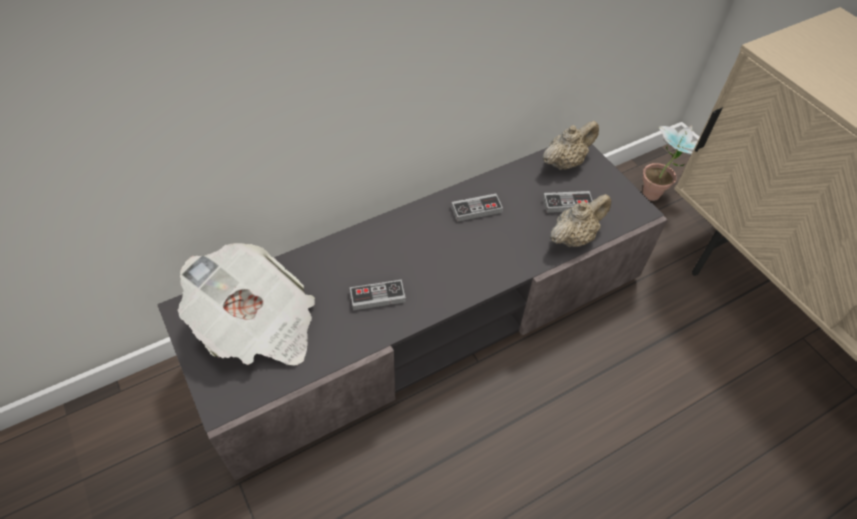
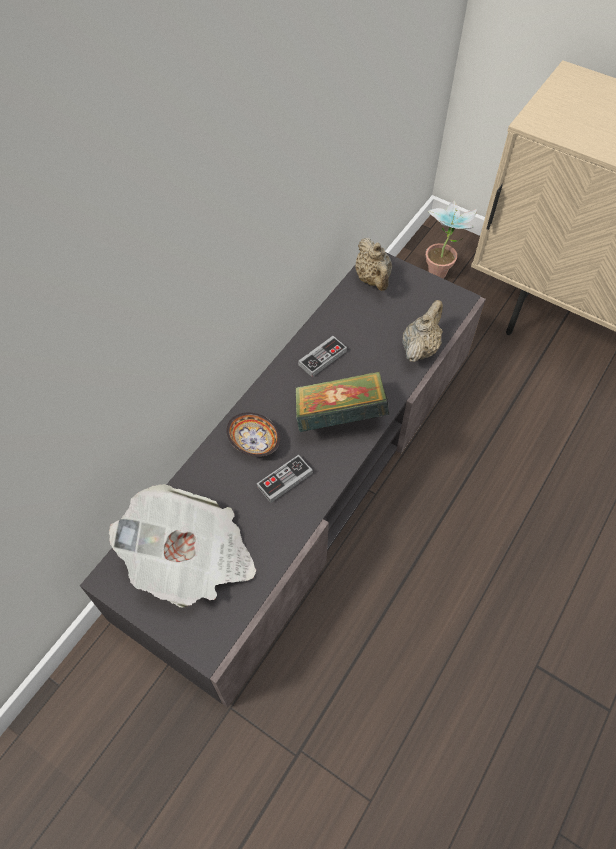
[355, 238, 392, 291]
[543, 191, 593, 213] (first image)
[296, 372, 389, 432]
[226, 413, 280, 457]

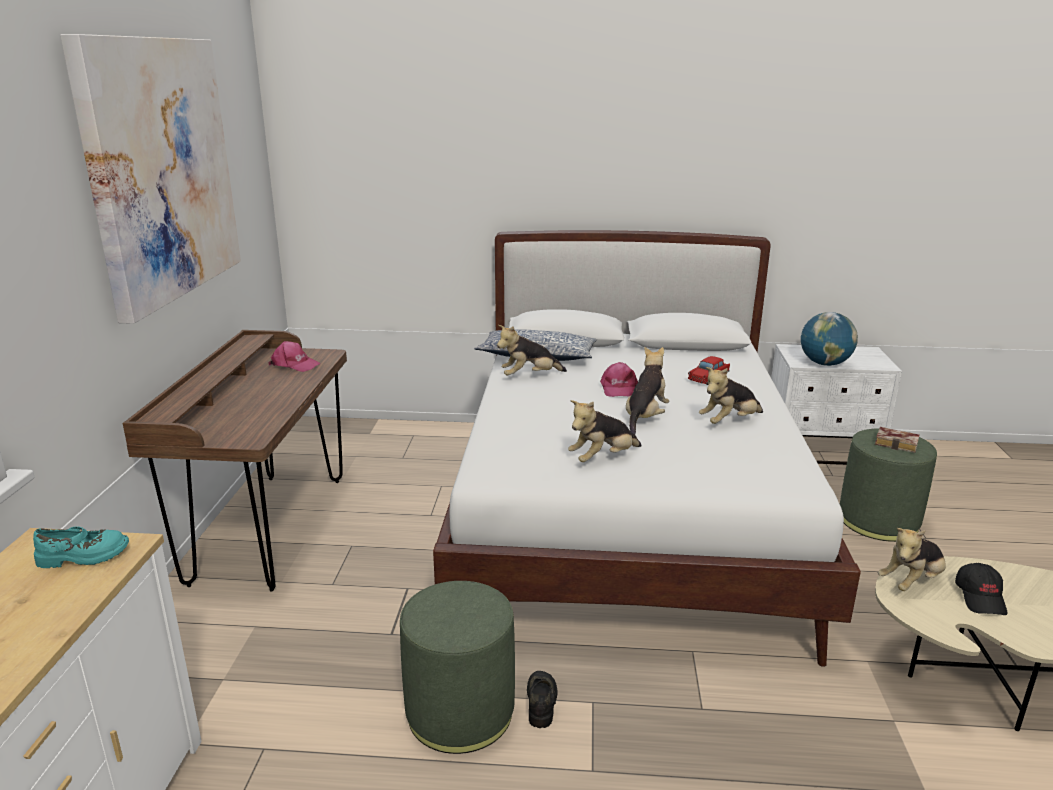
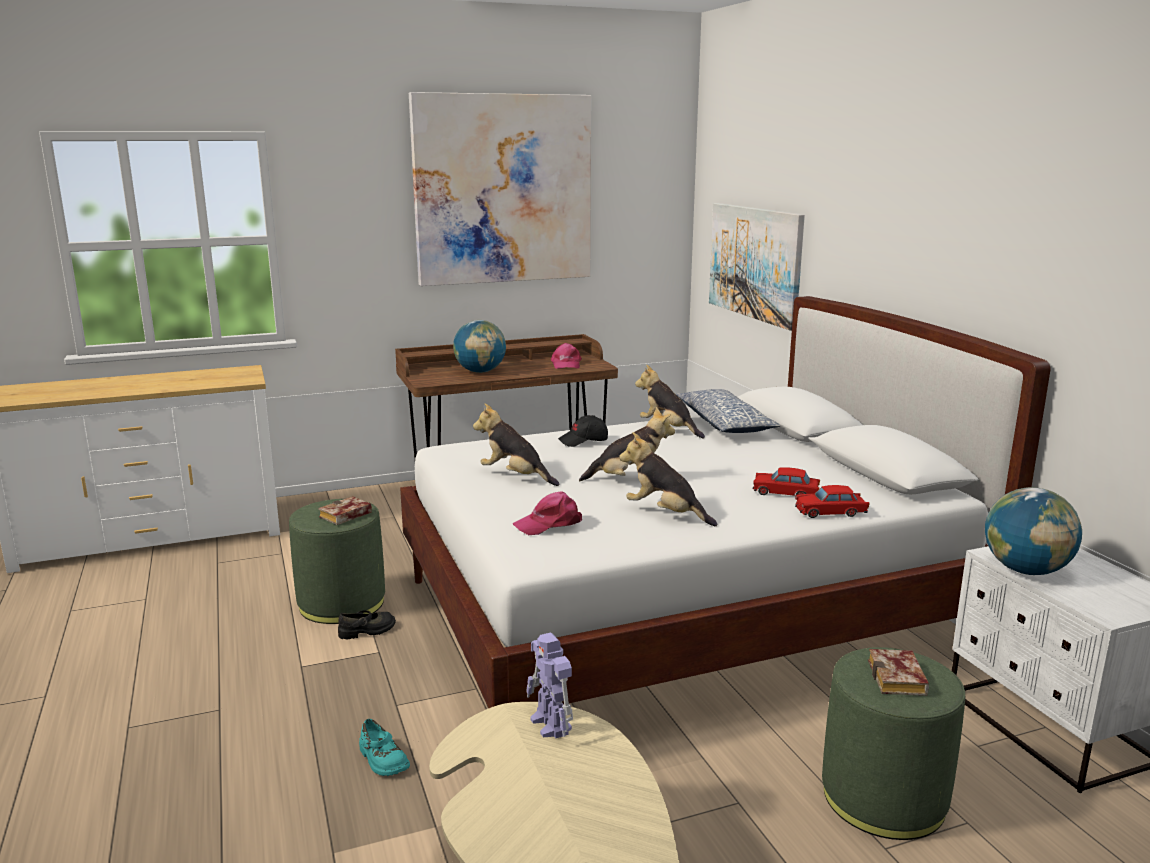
[512, 492, 582, 535]
[359, 719, 410, 776]
[526, 632, 573, 738]
[558, 415, 608, 447]
[709, 203, 805, 331]
[453, 320, 506, 373]
[795, 485, 869, 518]
[318, 496, 372, 525]

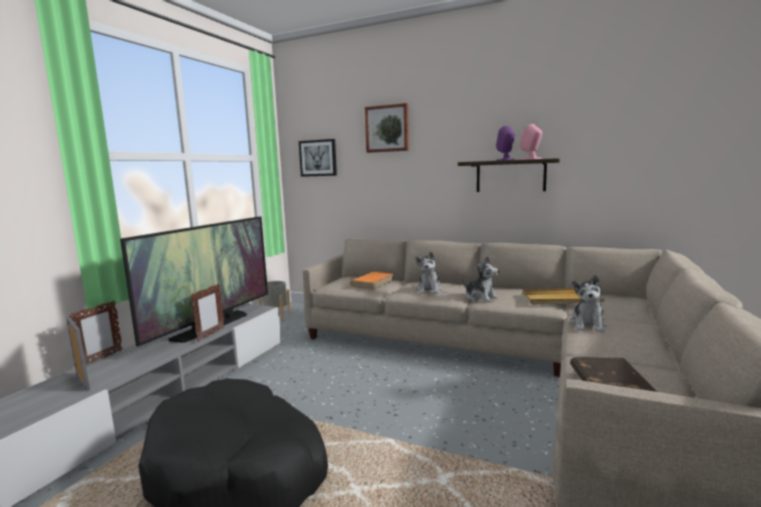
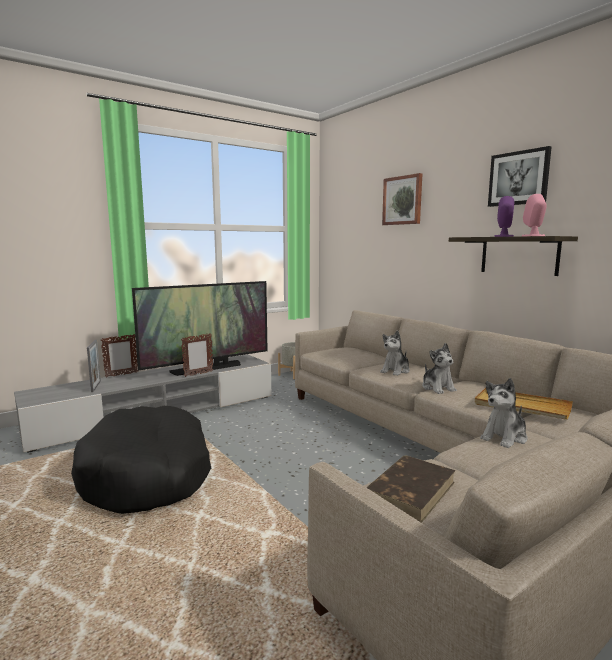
[488, 146, 552, 207]
[350, 272, 393, 289] (first image)

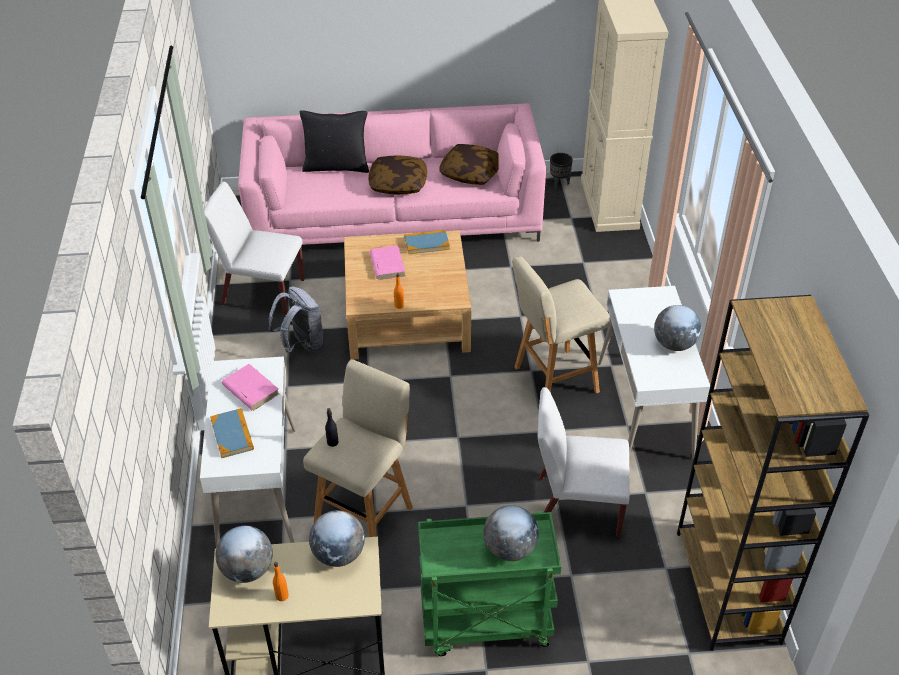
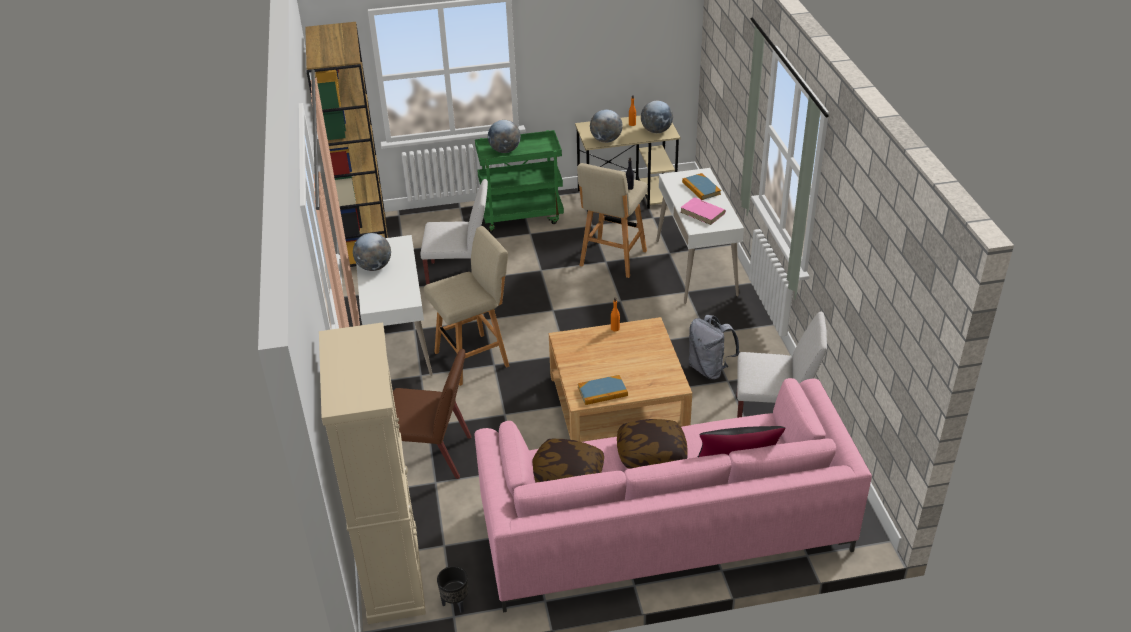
[370, 245, 405, 280] (first image)
[393, 349, 472, 479]

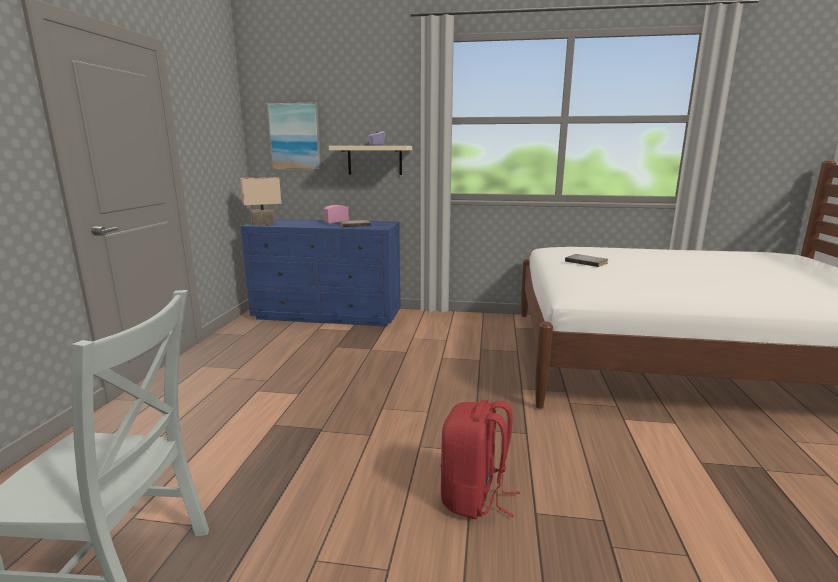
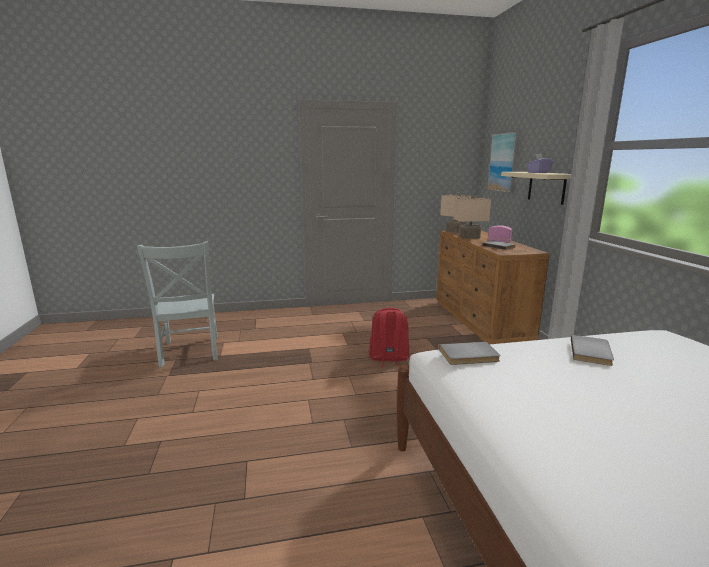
[436, 230, 550, 344]
[369, 308, 409, 368]
[454, 195, 491, 239]
[439, 342, 500, 365]

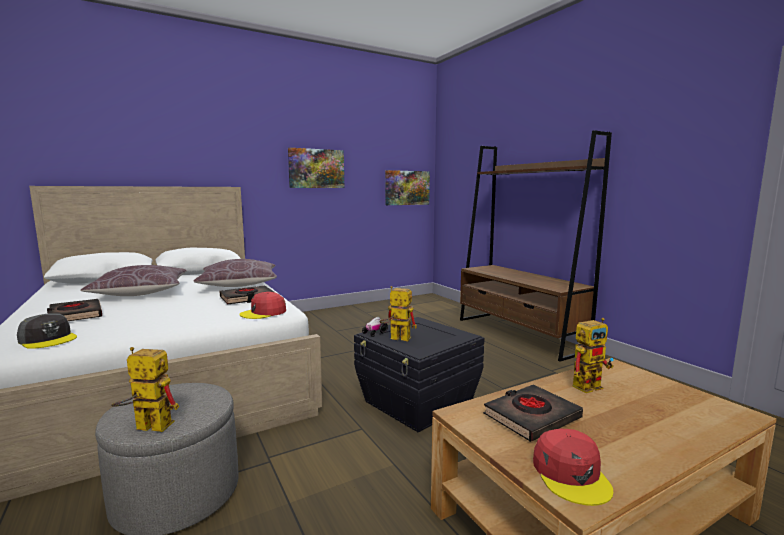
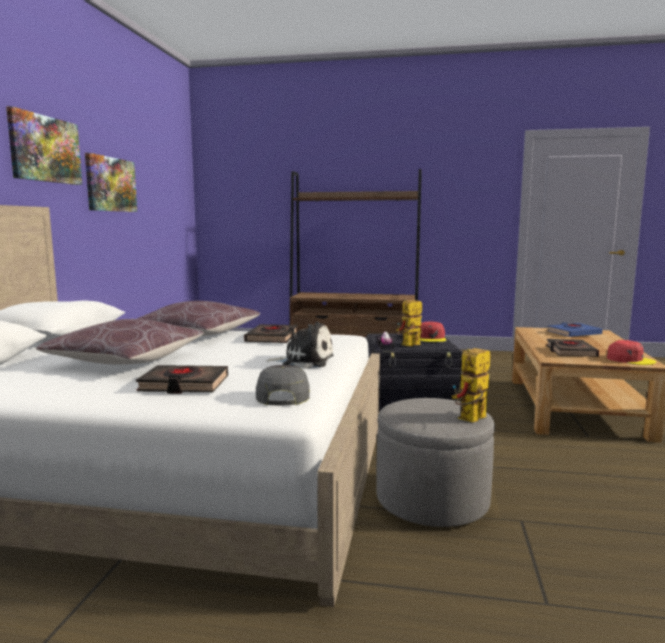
[6, 106, 82, 185]
[418, 321, 446, 342]
[256, 365, 310, 405]
[572, 318, 614, 393] (first image)
[266, 322, 334, 369]
[547, 322, 603, 337]

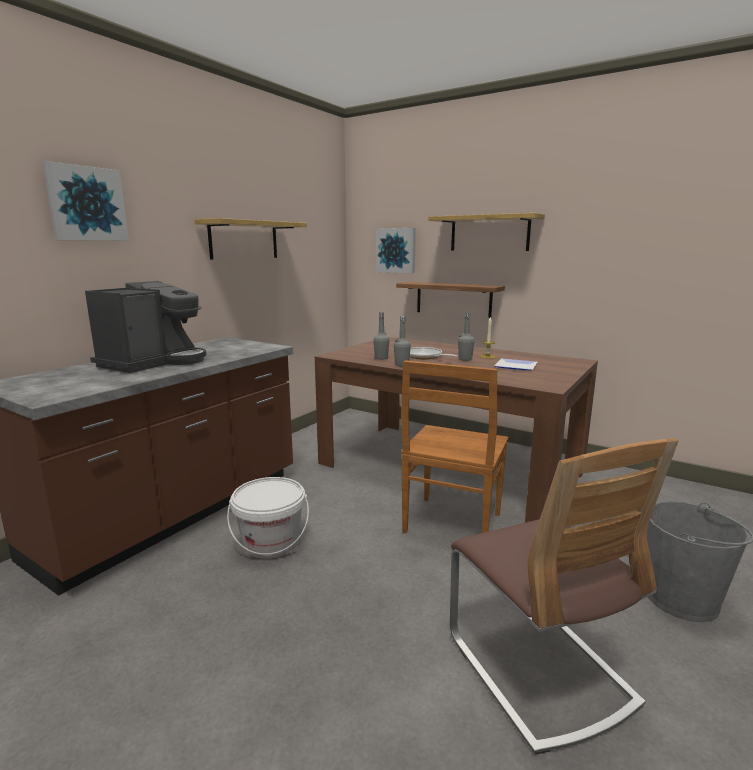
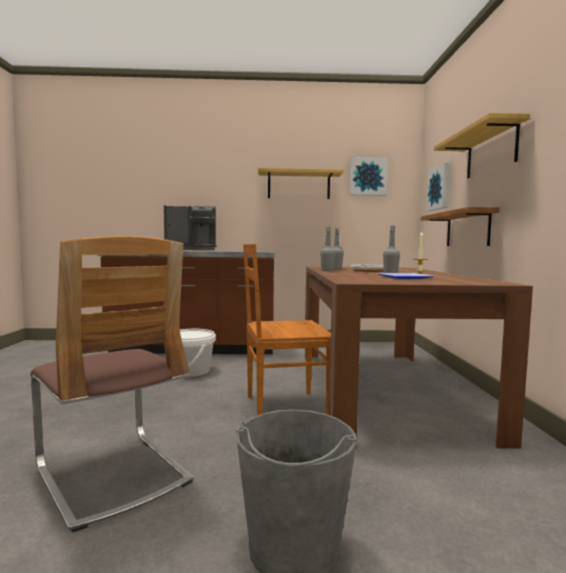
[349, 157, 388, 196]
[30, 236, 194, 532]

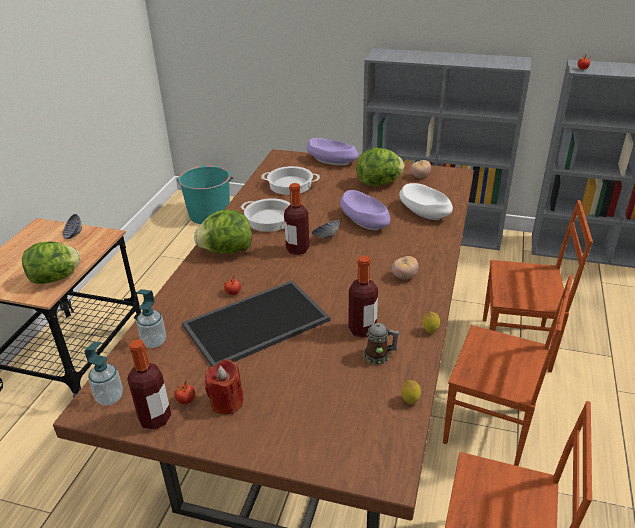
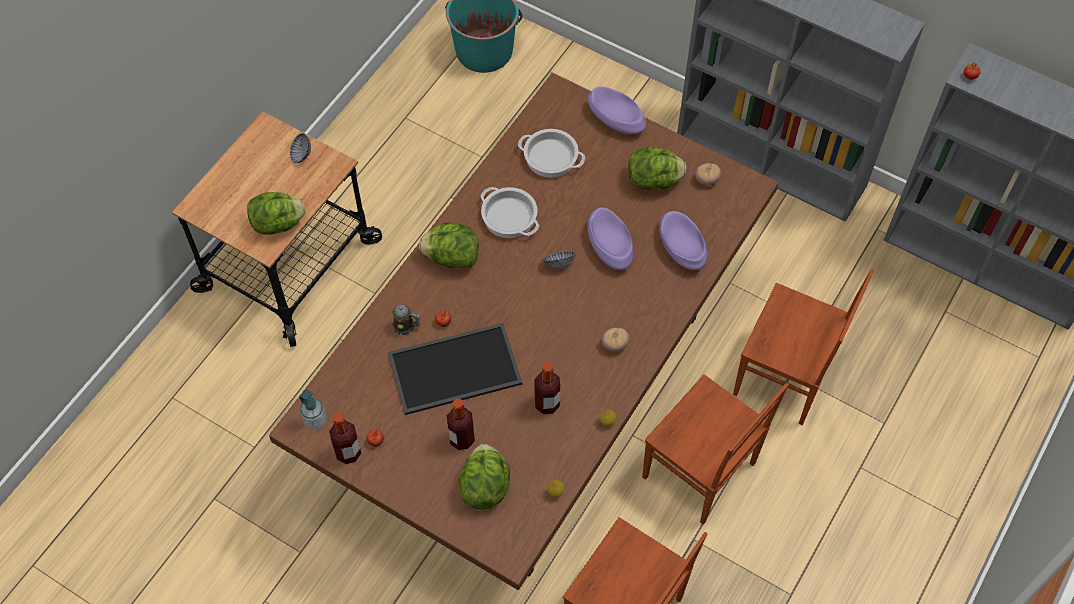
[447, 398, 475, 450]
[659, 211, 707, 270]
[136, 289, 166, 348] (first image)
[392, 304, 420, 335]
[205, 359, 243, 415] (first image)
[459, 444, 510, 509]

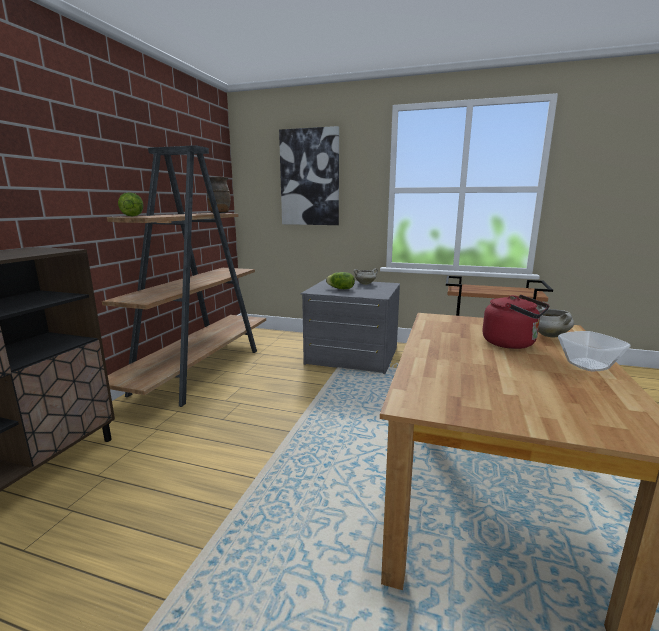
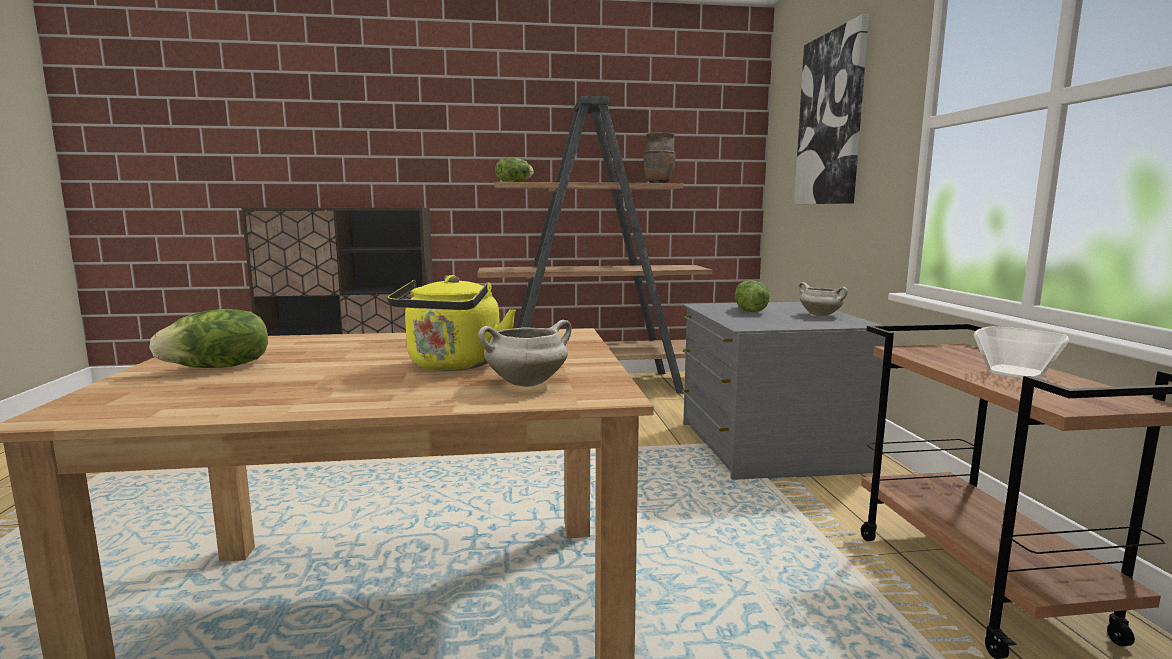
[387, 275, 516, 371]
[974, 326, 1069, 378]
[149, 309, 268, 368]

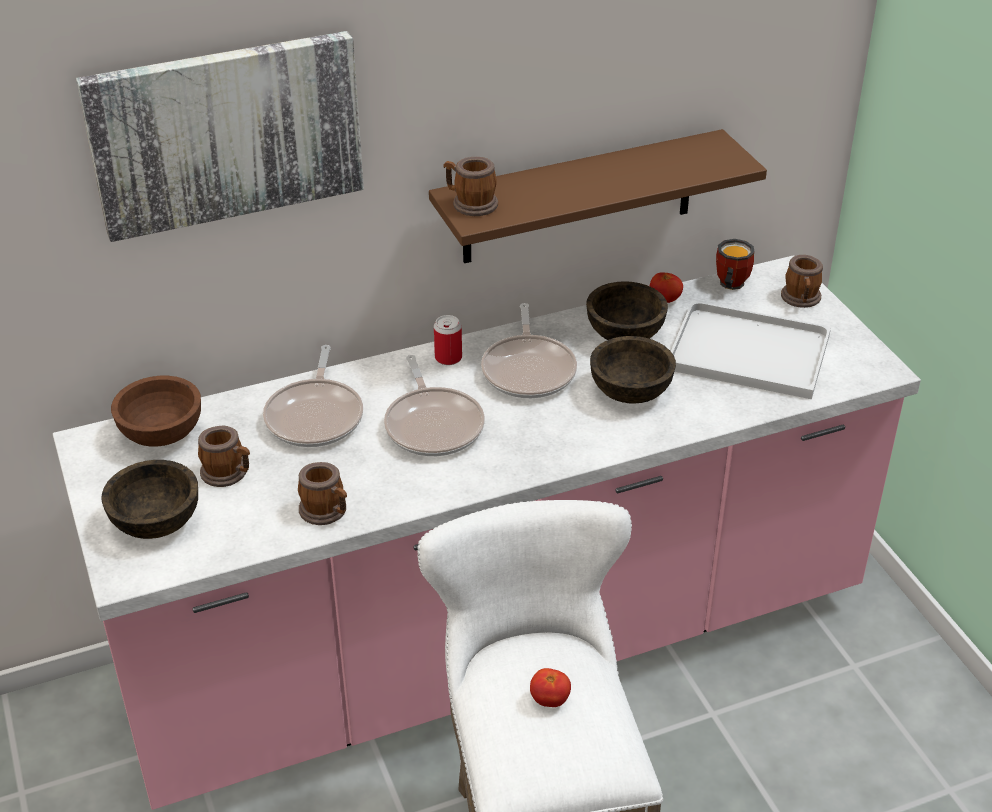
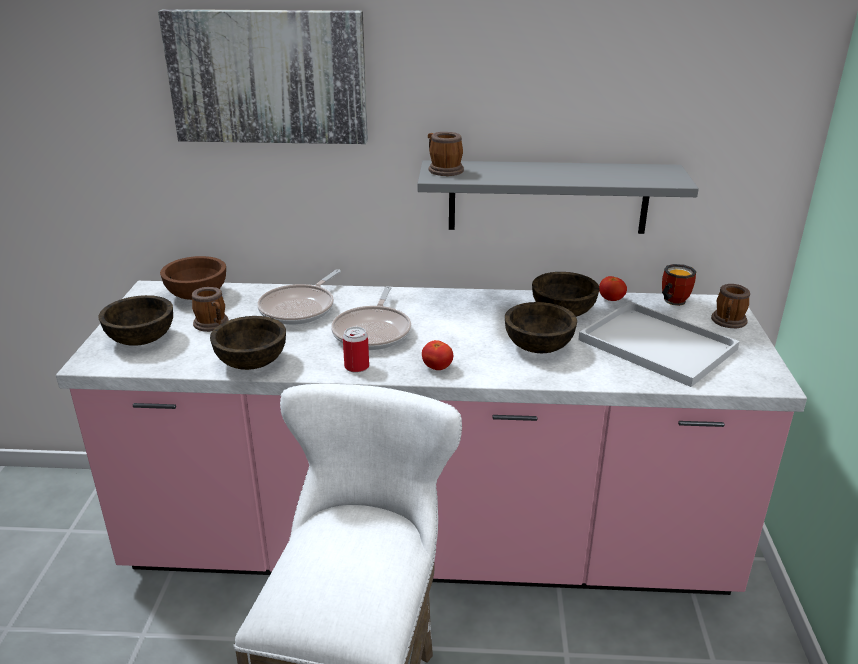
[418, 160, 699, 234]
[481, 303, 577, 399] (first image)
[343, 327, 369, 373]
[210, 316, 286, 370]
[422, 340, 453, 370]

